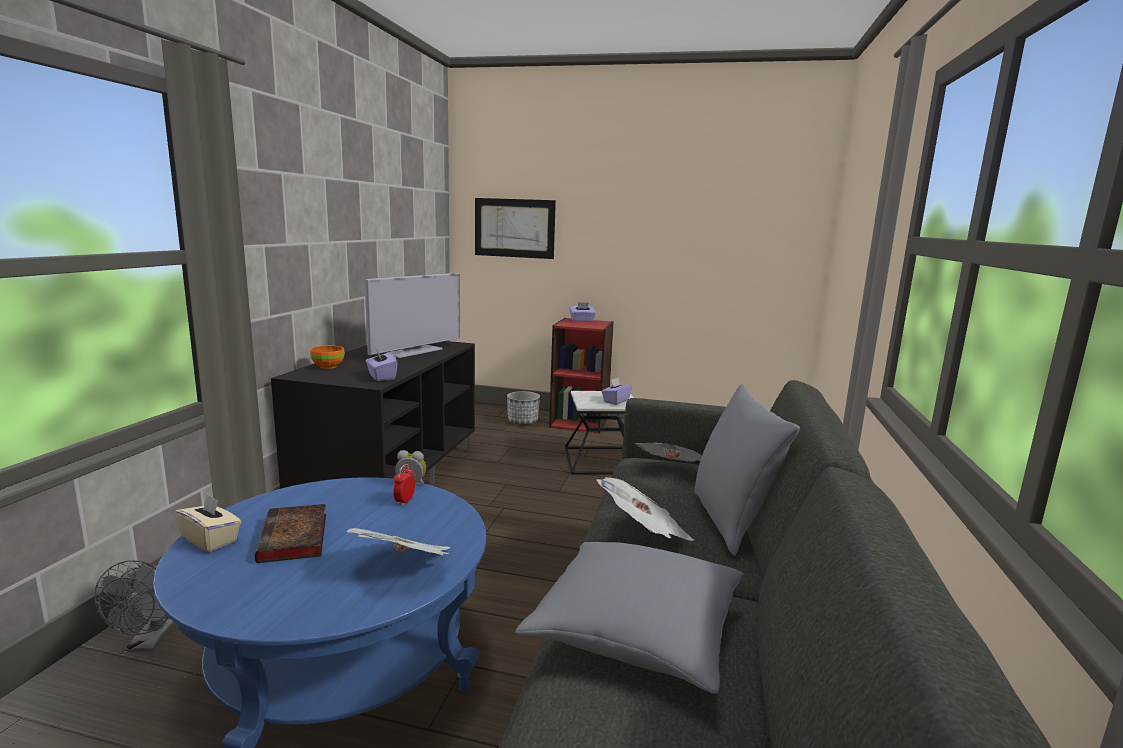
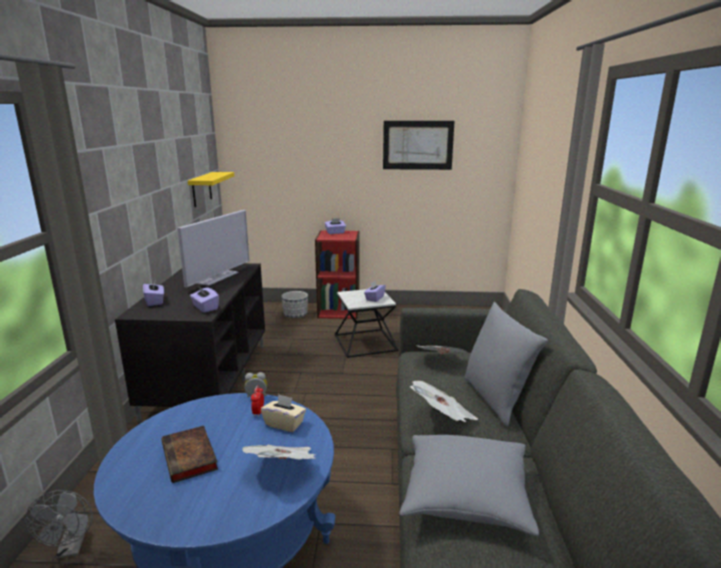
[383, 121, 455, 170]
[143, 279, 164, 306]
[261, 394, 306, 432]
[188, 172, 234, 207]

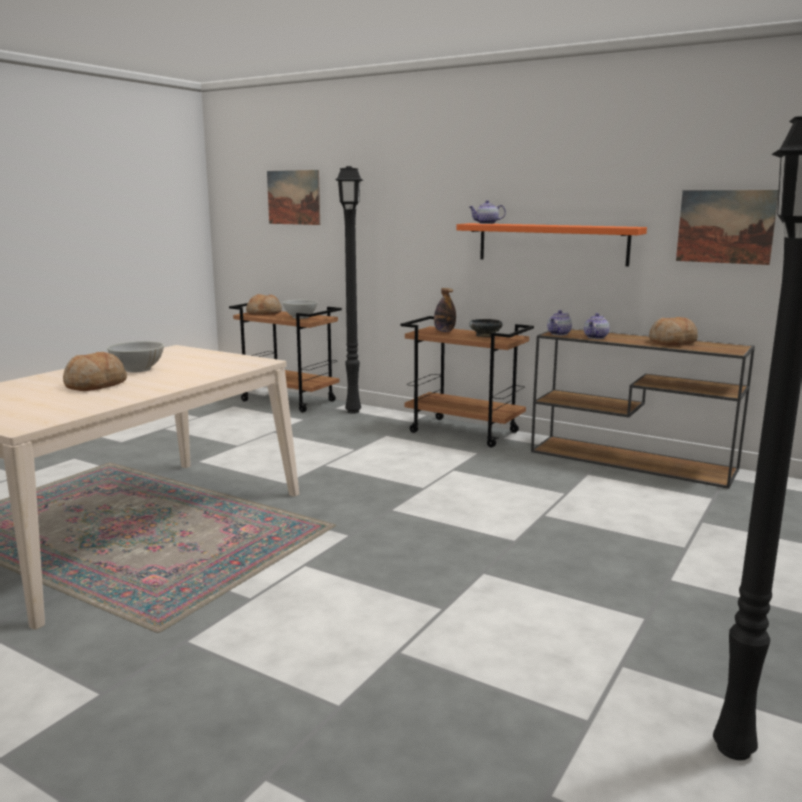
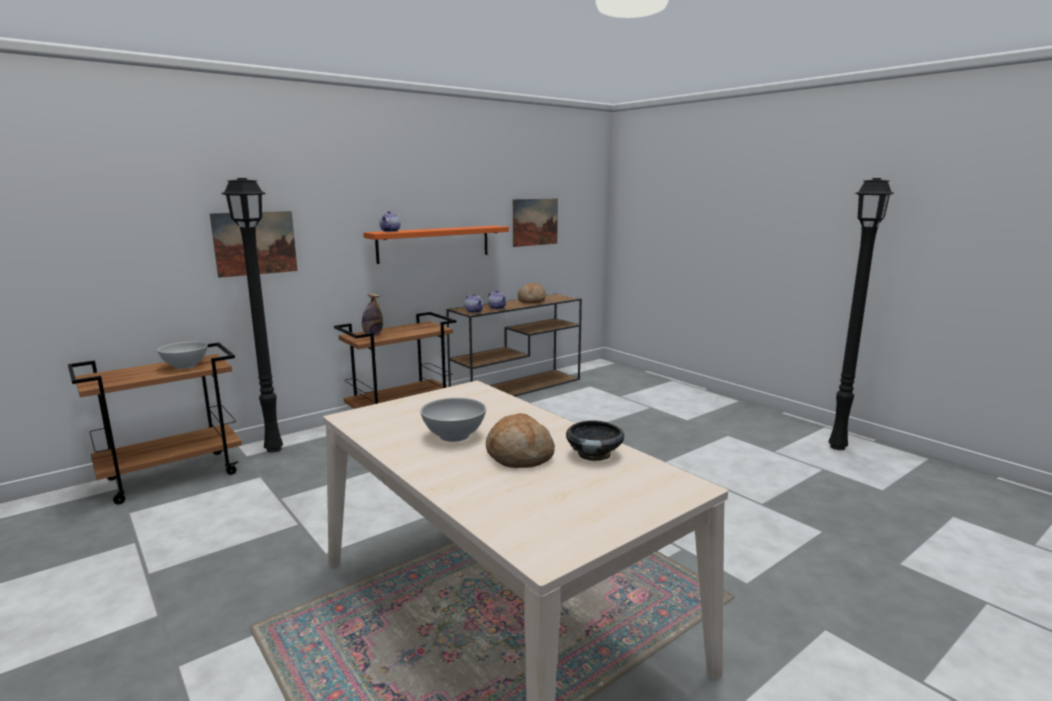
[210, 211, 298, 278]
[246, 294, 282, 315] (first image)
[566, 420, 624, 461]

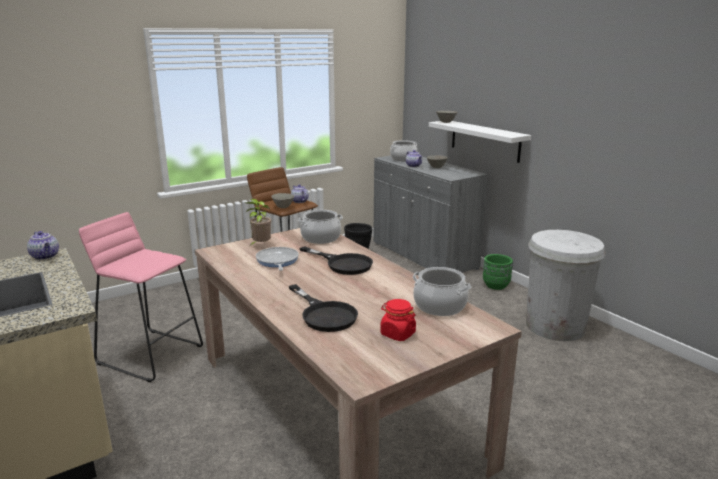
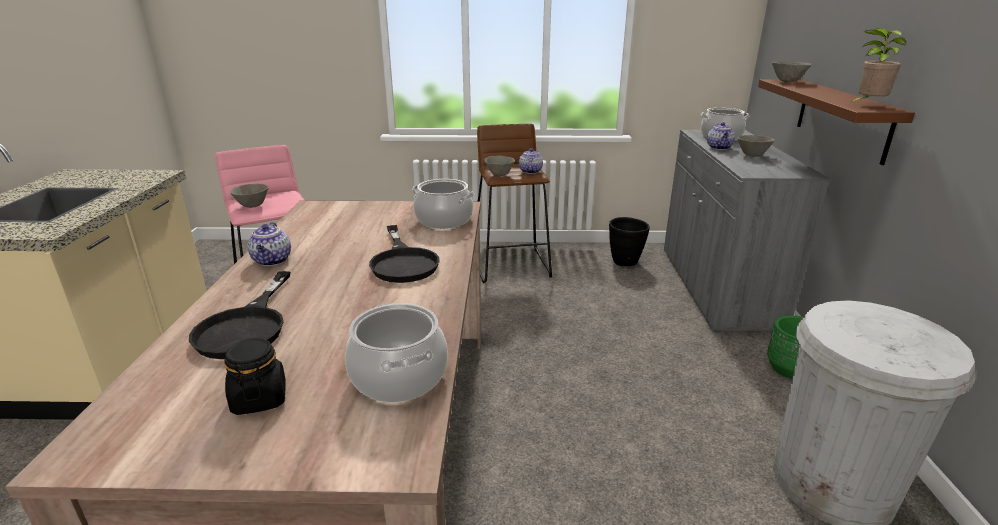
[758, 79, 915, 165]
[850, 28, 906, 103]
[247, 222, 291, 266]
[256, 247, 299, 271] (first image)
[224, 338, 286, 415]
[230, 184, 269, 208]

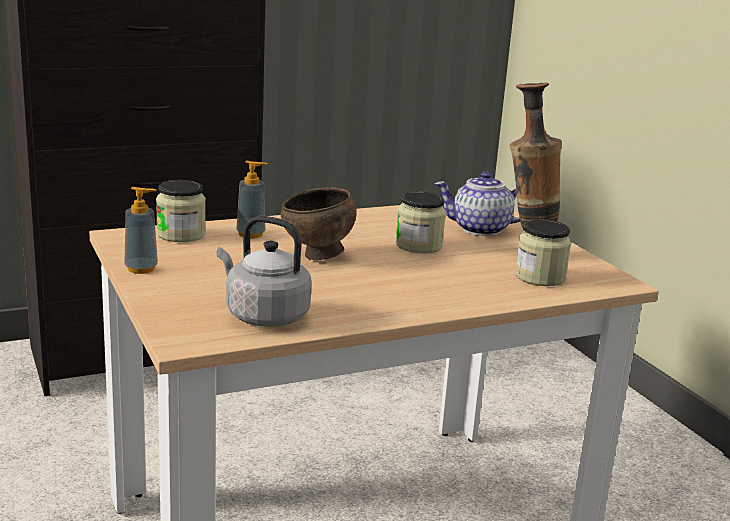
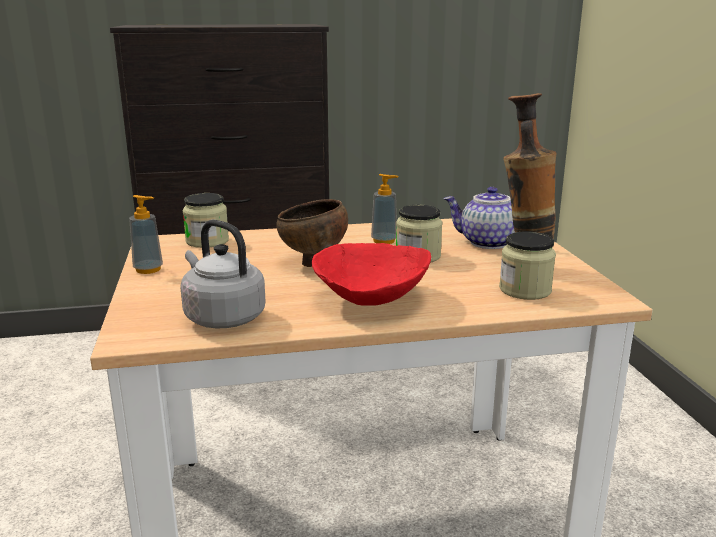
[371, 174, 398, 244]
[312, 243, 431, 306]

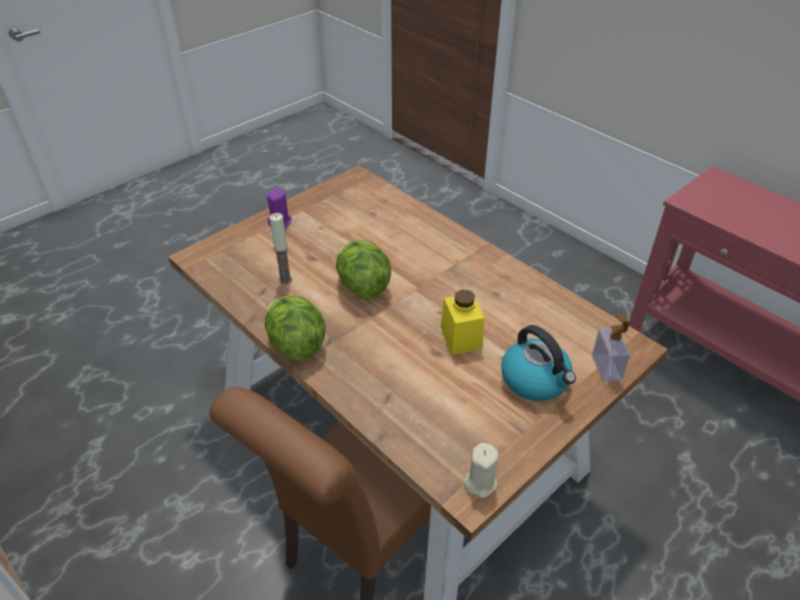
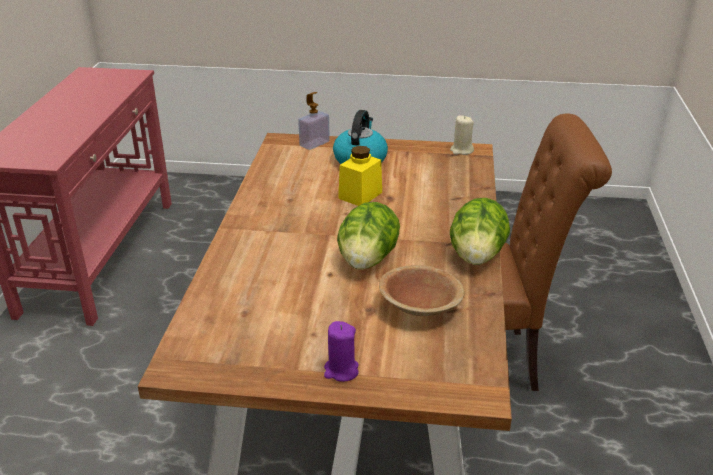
[379, 265, 465, 316]

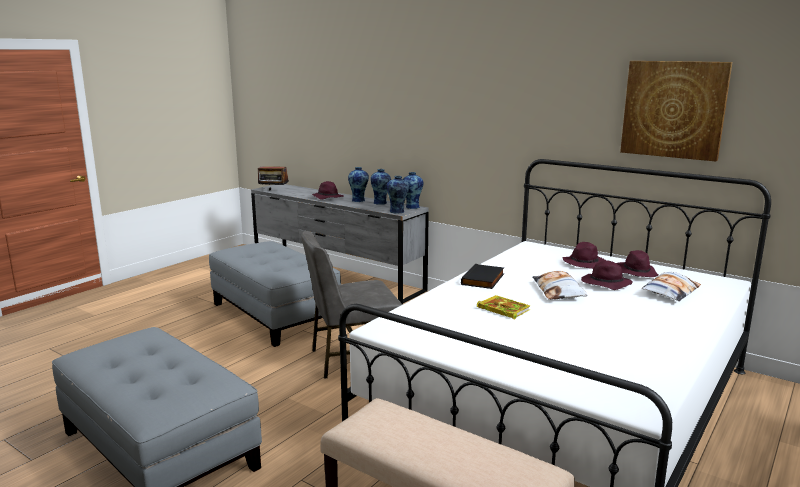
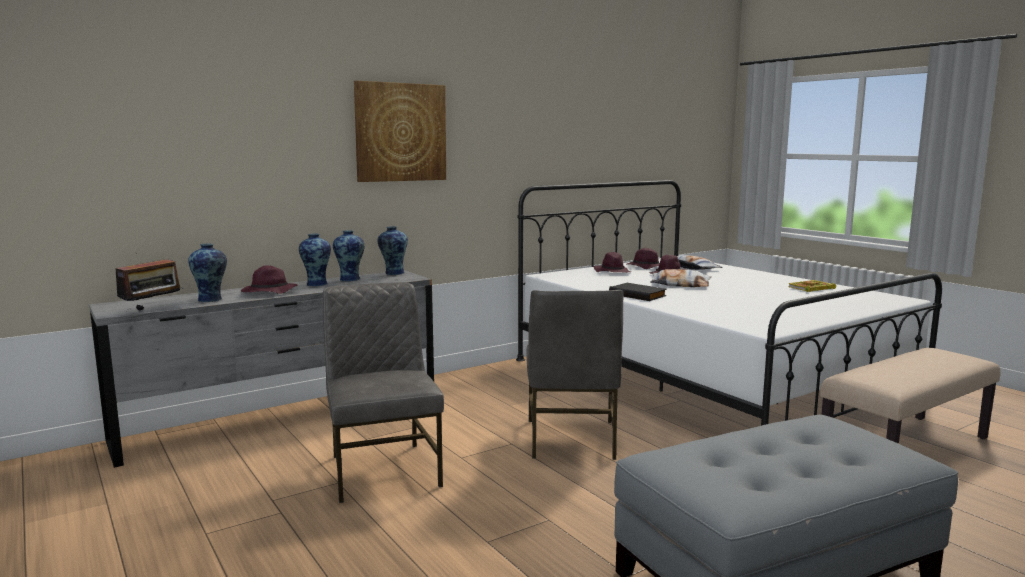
[354, 80, 446, 182]
[188, 243, 227, 302]
[323, 282, 444, 503]
[788, 280, 836, 292]

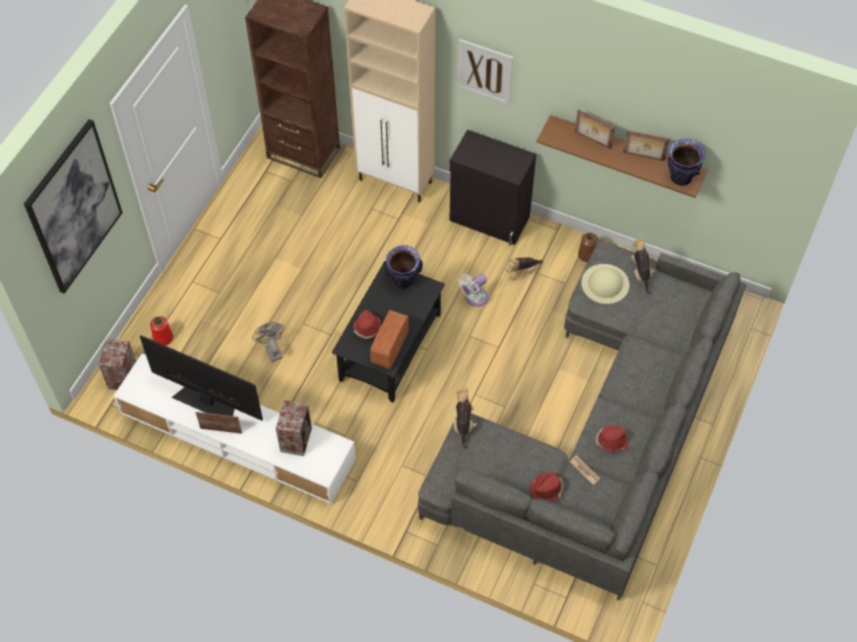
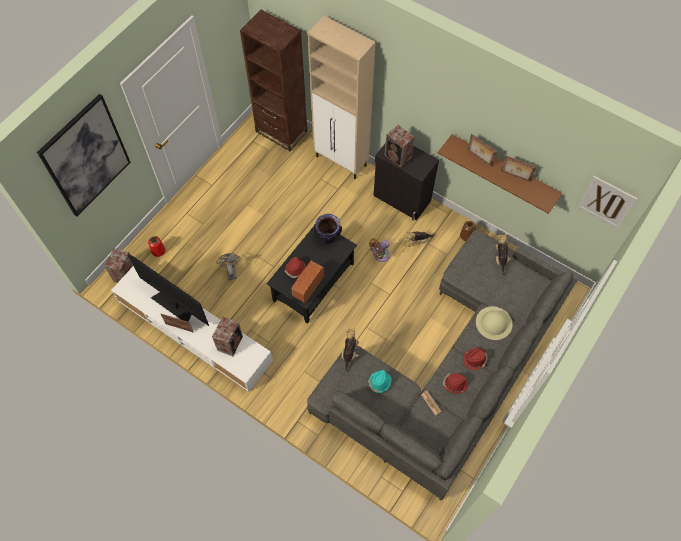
[578, 176, 638, 229]
[668, 139, 705, 186] (first image)
[476, 306, 513, 340]
[369, 238, 390, 262]
[463, 348, 487, 370]
[385, 125, 415, 168]
[368, 370, 392, 393]

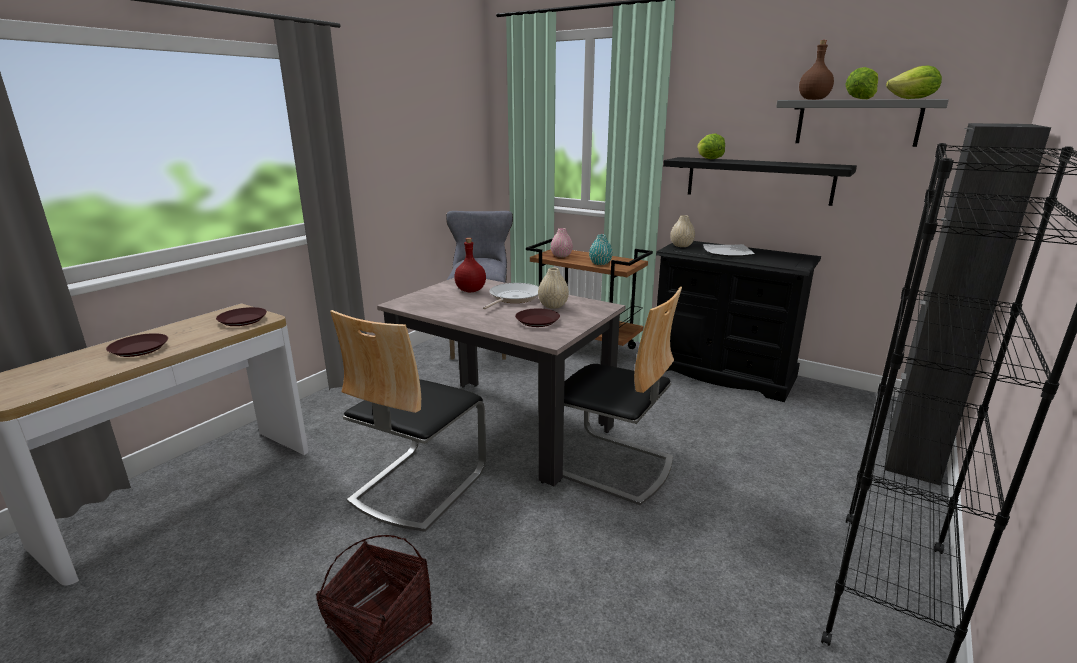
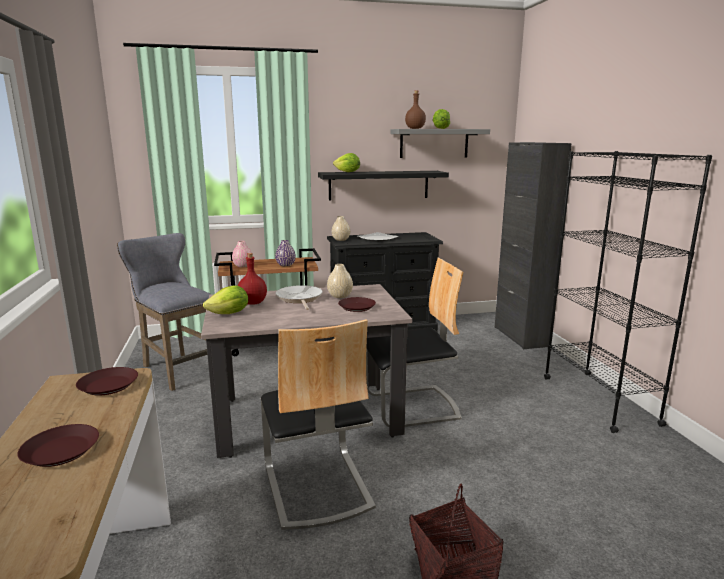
[203, 285, 248, 314]
[275, 240, 296, 266]

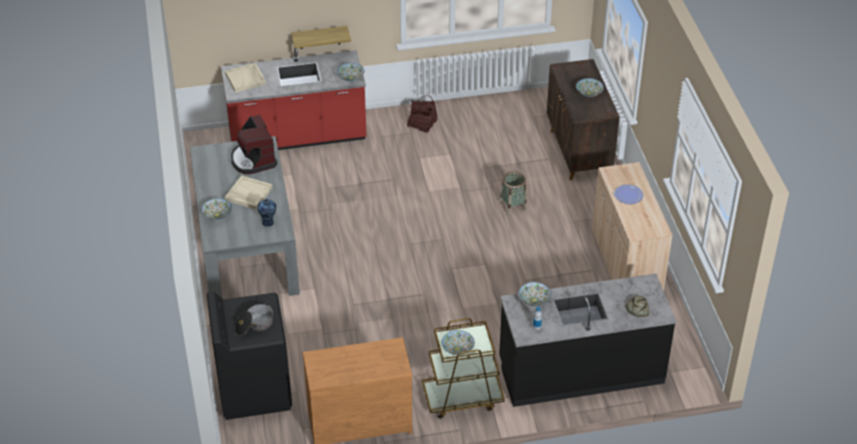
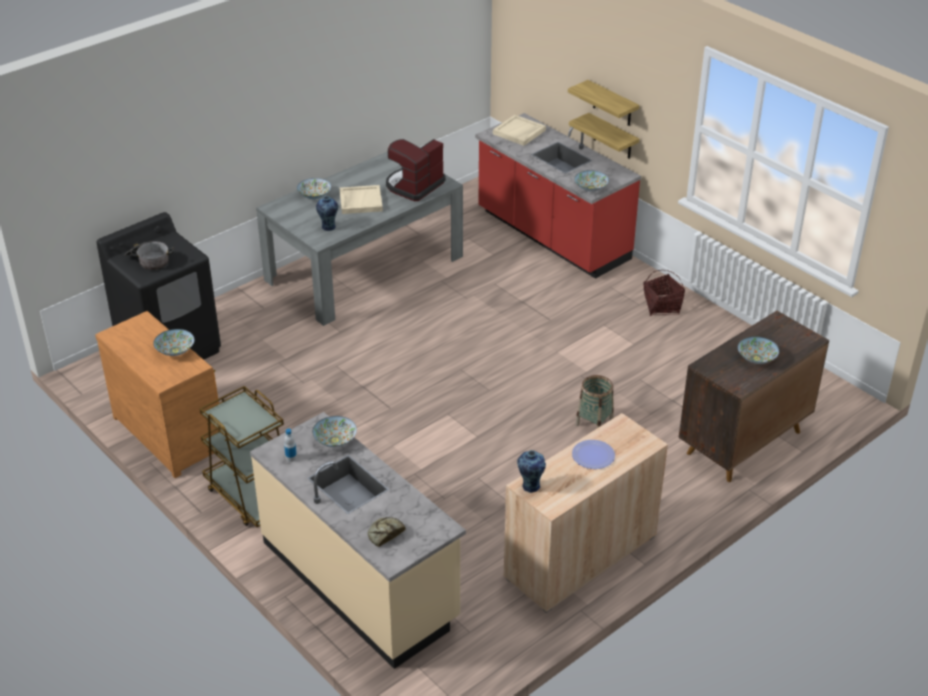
[250, 412, 466, 669]
[153, 329, 194, 356]
[568, 80, 639, 126]
[517, 450, 546, 493]

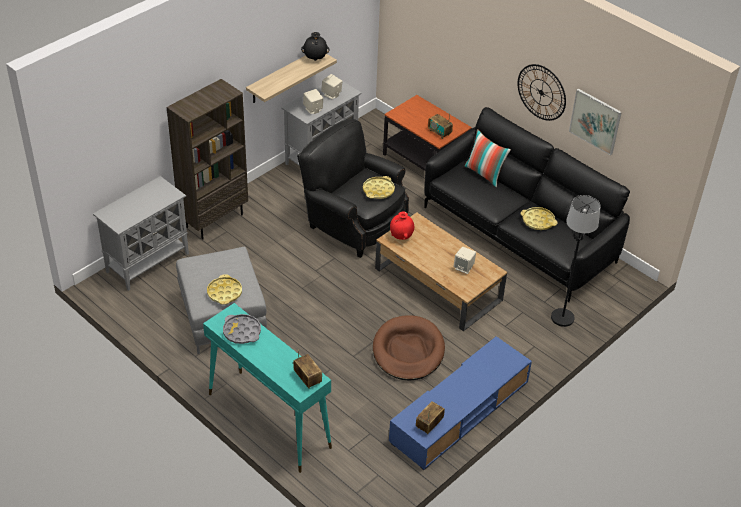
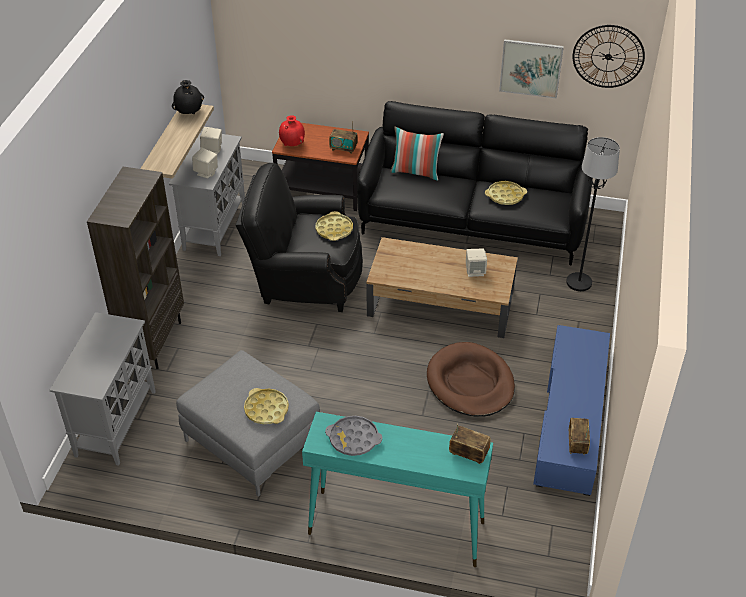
[573, 25, 645, 88]
[279, 115, 305, 146]

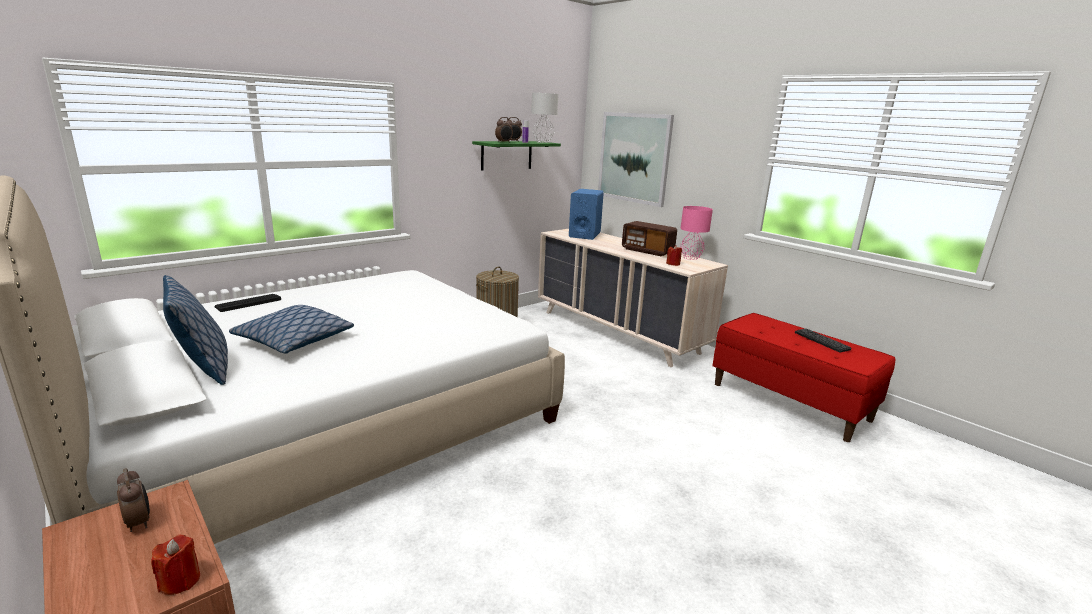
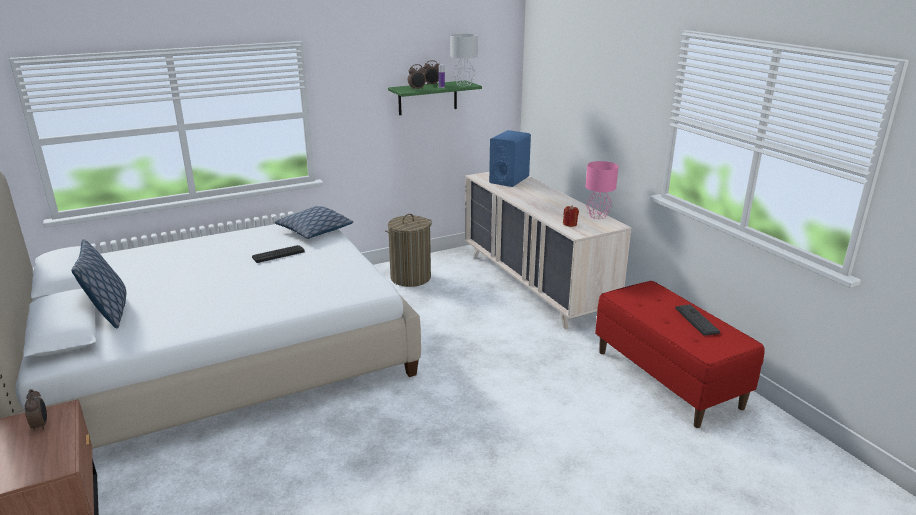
[598, 112, 674, 207] (first image)
[622, 221, 677, 256] (first image)
[252, 245, 305, 263]
[275, 206, 353, 239]
[151, 535, 200, 595] (first image)

